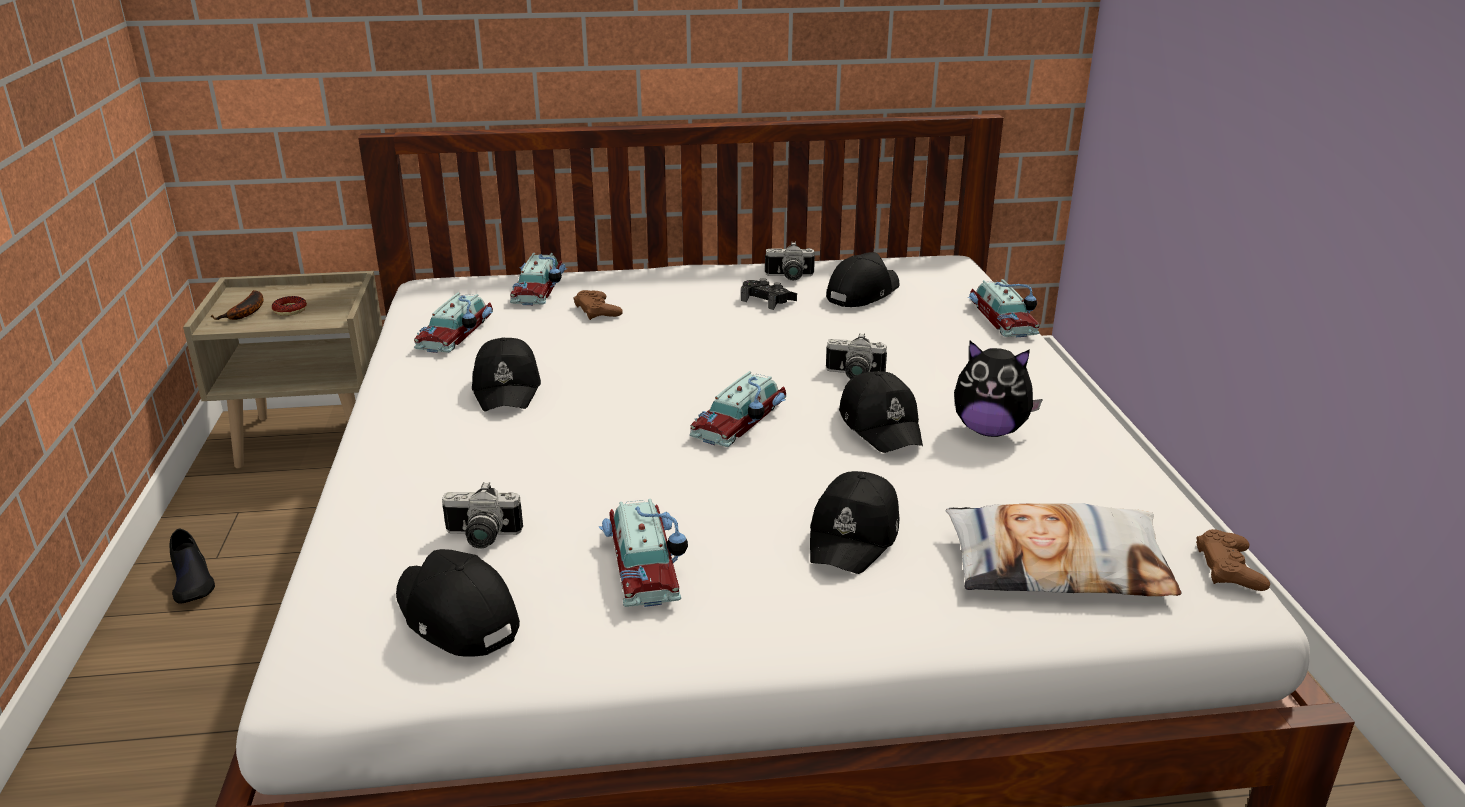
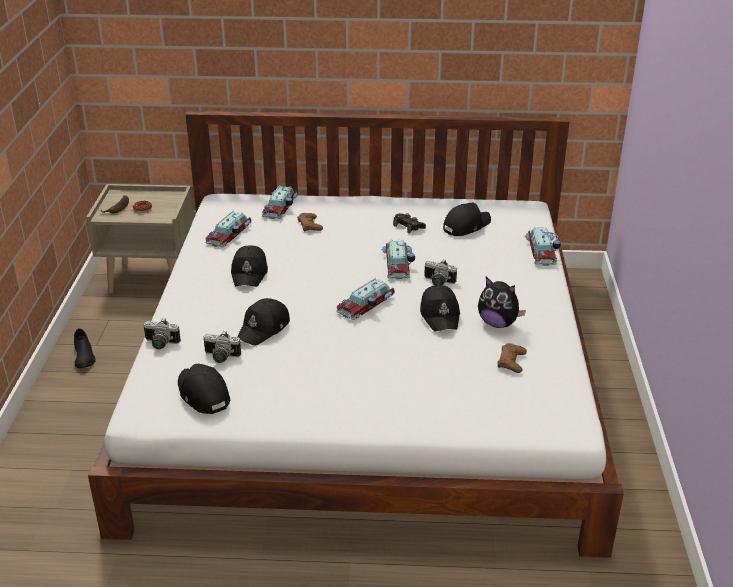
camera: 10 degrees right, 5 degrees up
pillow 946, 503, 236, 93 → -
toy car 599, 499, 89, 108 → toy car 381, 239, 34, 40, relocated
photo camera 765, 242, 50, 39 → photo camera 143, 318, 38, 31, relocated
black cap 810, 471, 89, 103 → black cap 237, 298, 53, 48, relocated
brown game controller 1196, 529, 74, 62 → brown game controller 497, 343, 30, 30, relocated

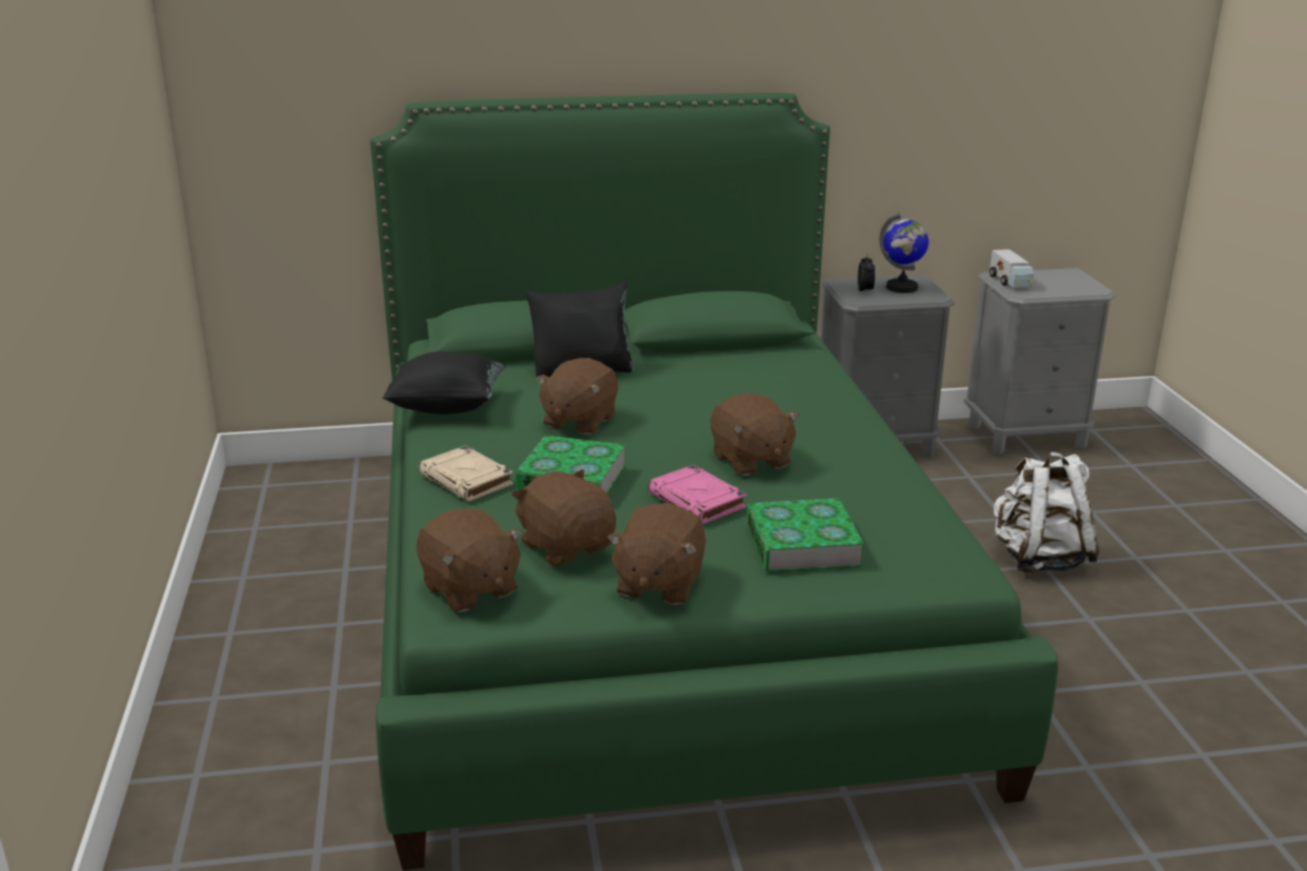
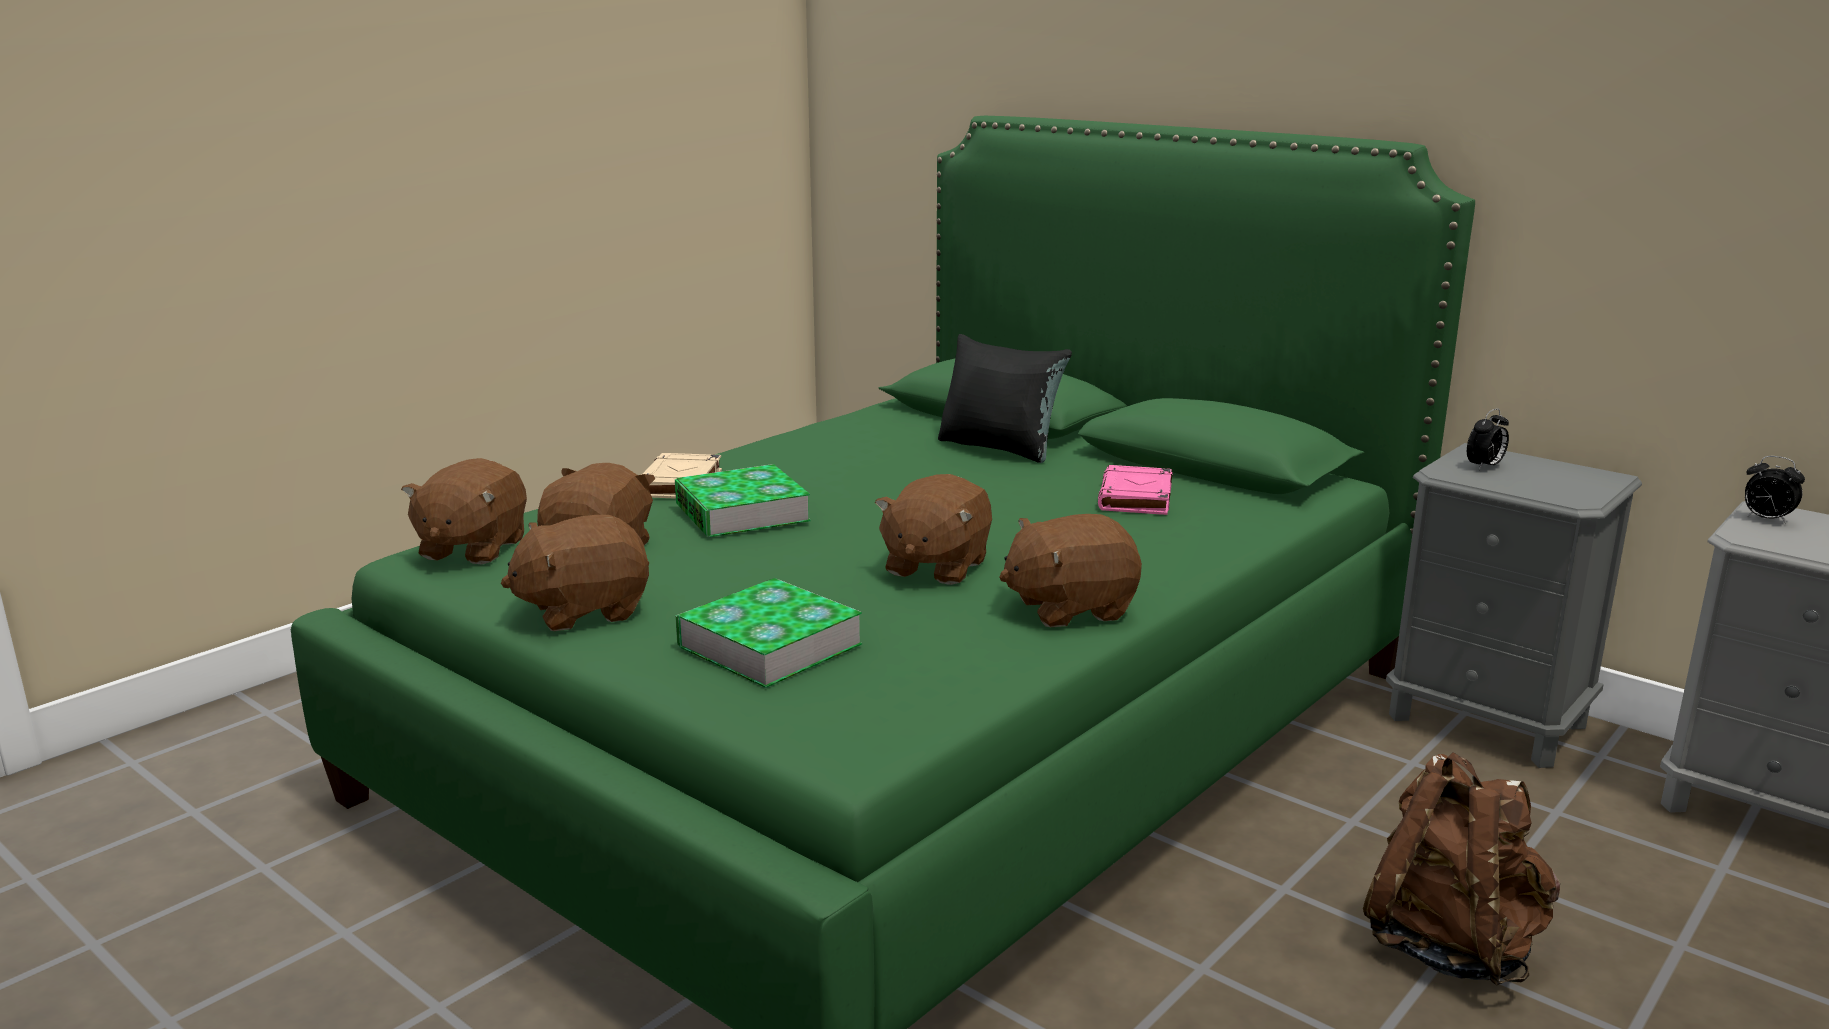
camera: 50 degrees right, 5 degrees down
black pillow 382, 351, 124, 63 → -
globe 879, 213, 50, 80 → -
brown plush toy 536, 358, 82, 77 → brown plush toy 999, 514, 143, 113, relocated
pink book 648, 465, 99, 59 → pink book 1098, 465, 74, 50, relocated
toy truck 990, 249, 43, 39 → alarm clock 1745, 456, 60, 68
white backpack 994, 452, 106, 120 → brown backpack 1363, 752, 197, 234

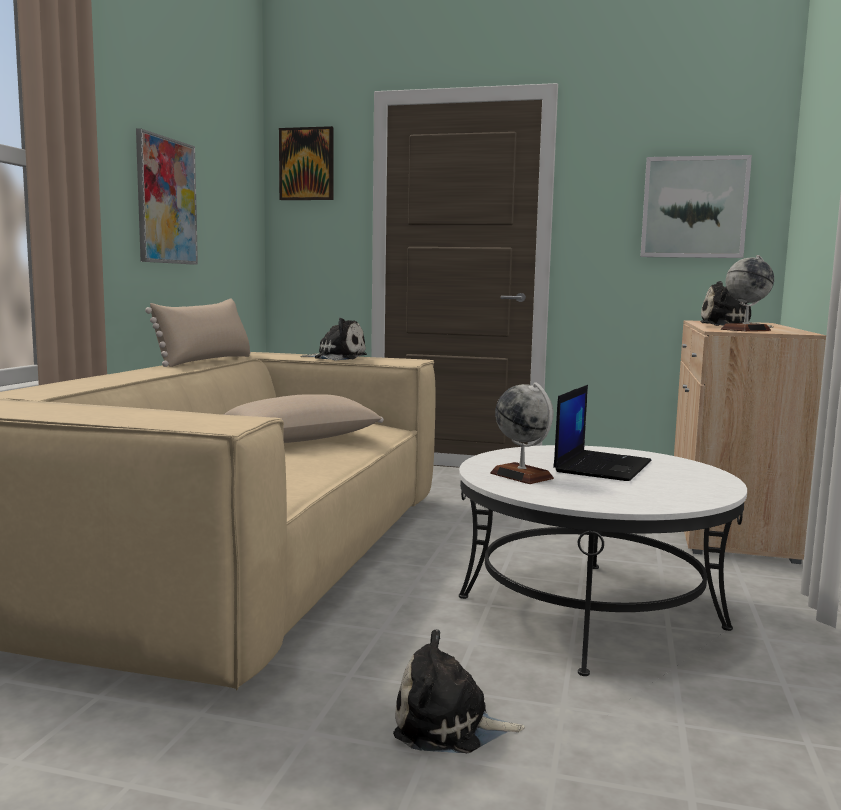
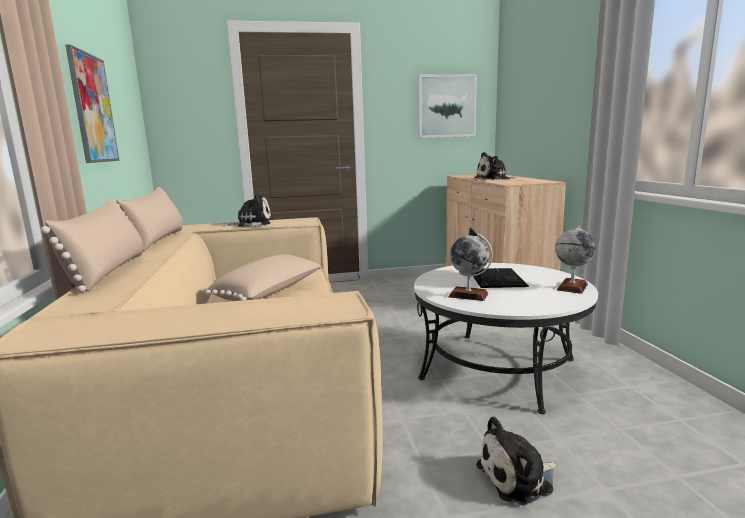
camera: 25 degrees left, 5 degrees up
picture 279, 126, 55, 74 → -
- → beige pillow 41, 199, 102, 94
globe 721, 255, 53, 76 → globe 555, 226, 41, 68, relocated

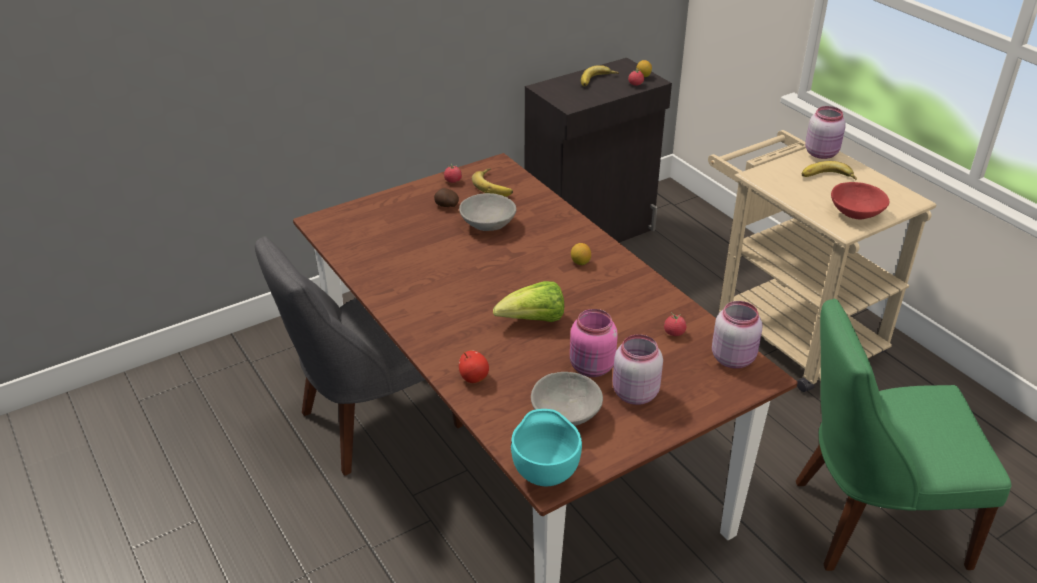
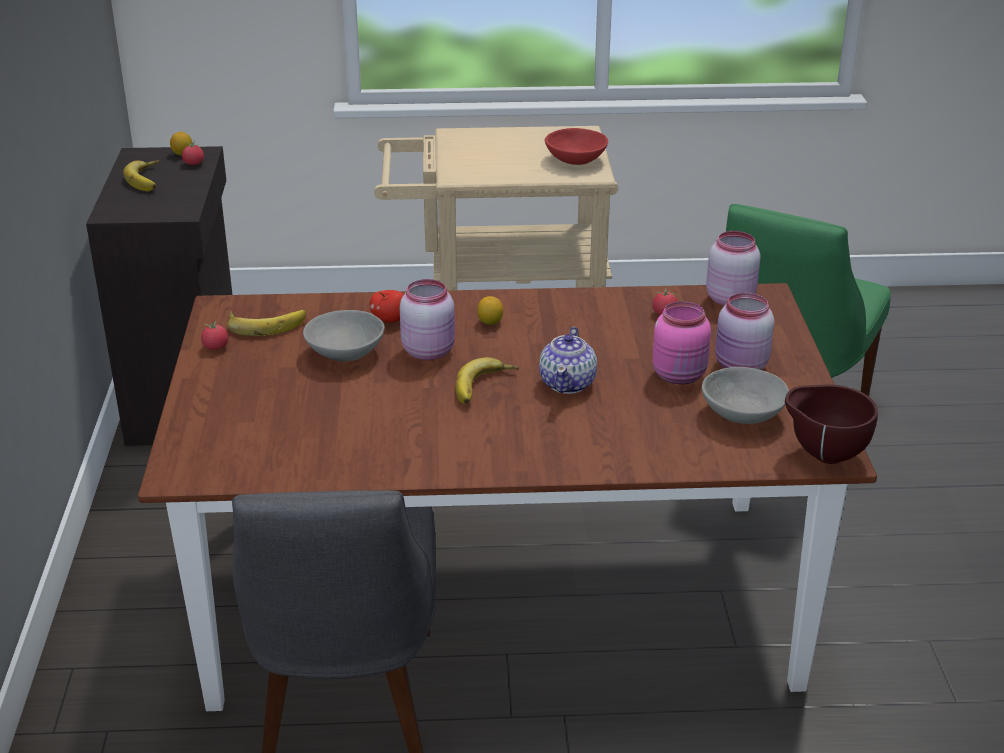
camera: 60 degrees left, 5 degrees down
potato 434, 188, 25, 19 → -
apple 459, 350, 30, 33 → apple 370, 290, 34, 33, relocated
banana 802, 161, 55, 19 → banana 455, 357, 64, 47, relocated
pink jar 805, 106, 41, 53 → pink jar 400, 279, 55, 81, relocated
lettuce 493, 281, 71, 41 → teapot 539, 327, 58, 67
turquoise bowl 511, 409, 71, 77 → brown bowl 785, 385, 93, 79

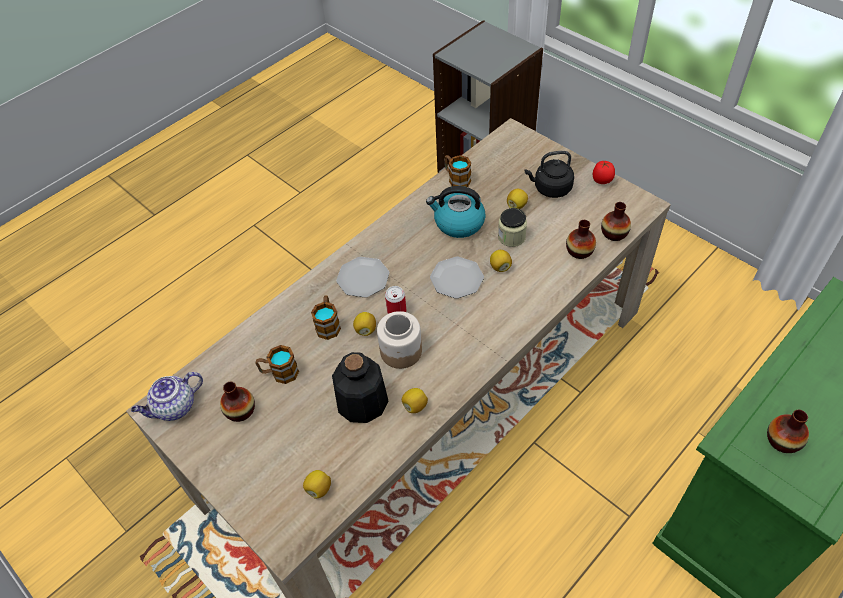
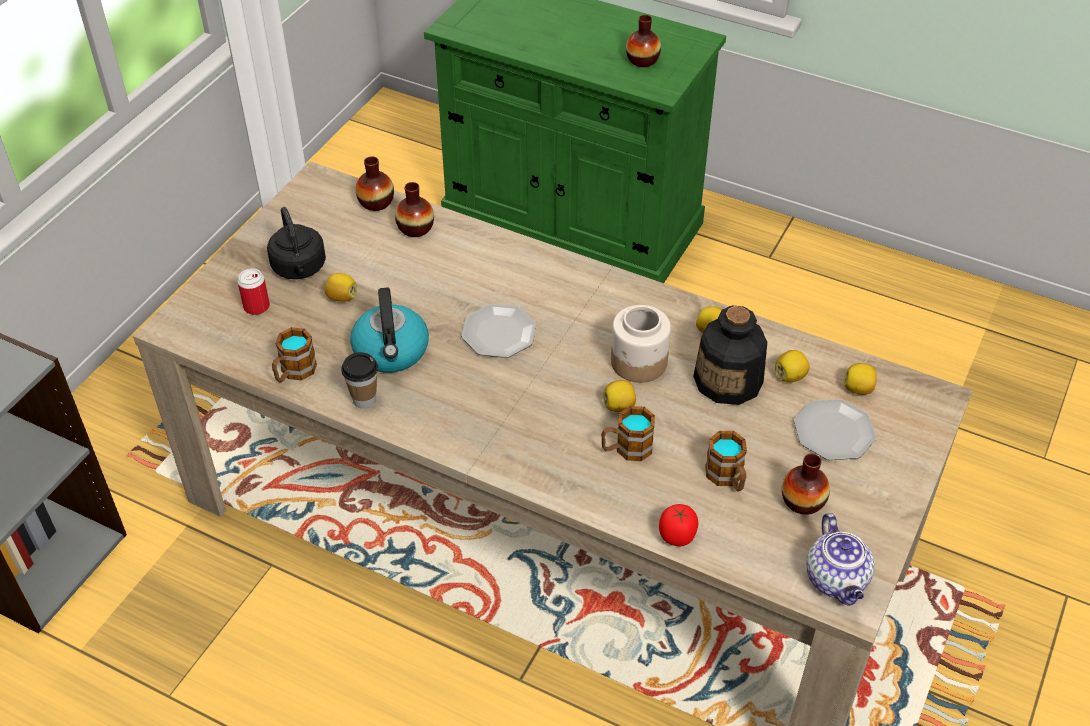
camera: 110 degrees left, 5 degrees down
jar 498, 208, 29, 39 → -
- → cup 341, 352, 37, 57
plate 336, 257, 53, 41 → plate 794, 399, 82, 61, relocated
can 385, 286, 22, 28 → can 237, 268, 33, 47, relocated
lemon 490, 250, 22, 22 → lemon 775, 350, 35, 32, relocated
tomato 593, 161, 22, 23 → tomato 659, 504, 39, 42, relocated
teapot 131, 372, 72, 49 → teapot 806, 513, 69, 93, 45 degrees clockwise

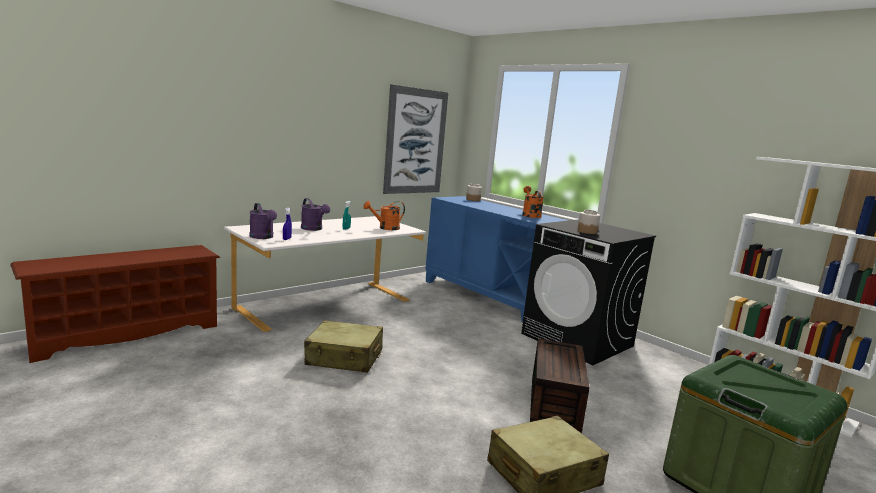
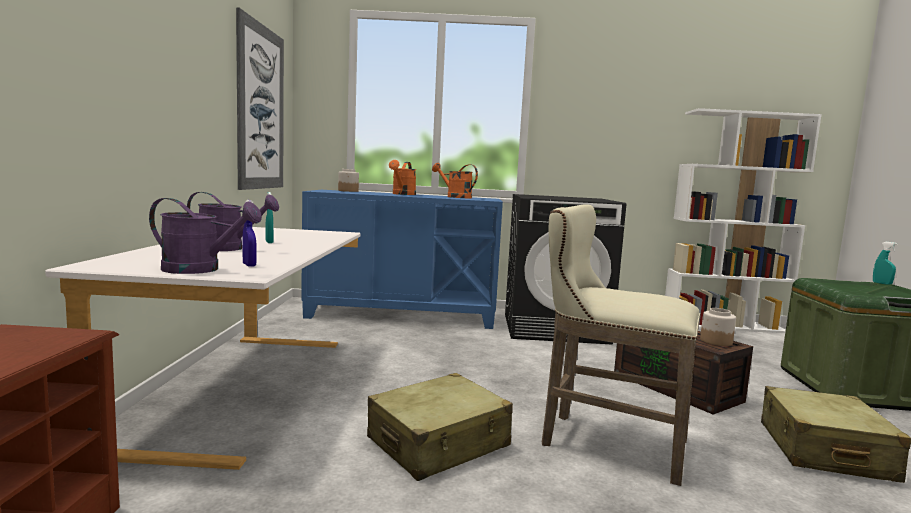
camera: 45 degrees left, 5 degrees down
- → beige stool 542, 204, 158, 282
- → turquoise spray bottle 873, 242, 25, 43
orange watering can 363, 201, 42, 29 → orange watering can 389, 160, 27, 35, relocated
jar 578, 210, 22, 24 → jar 700, 308, 36, 38, relocated

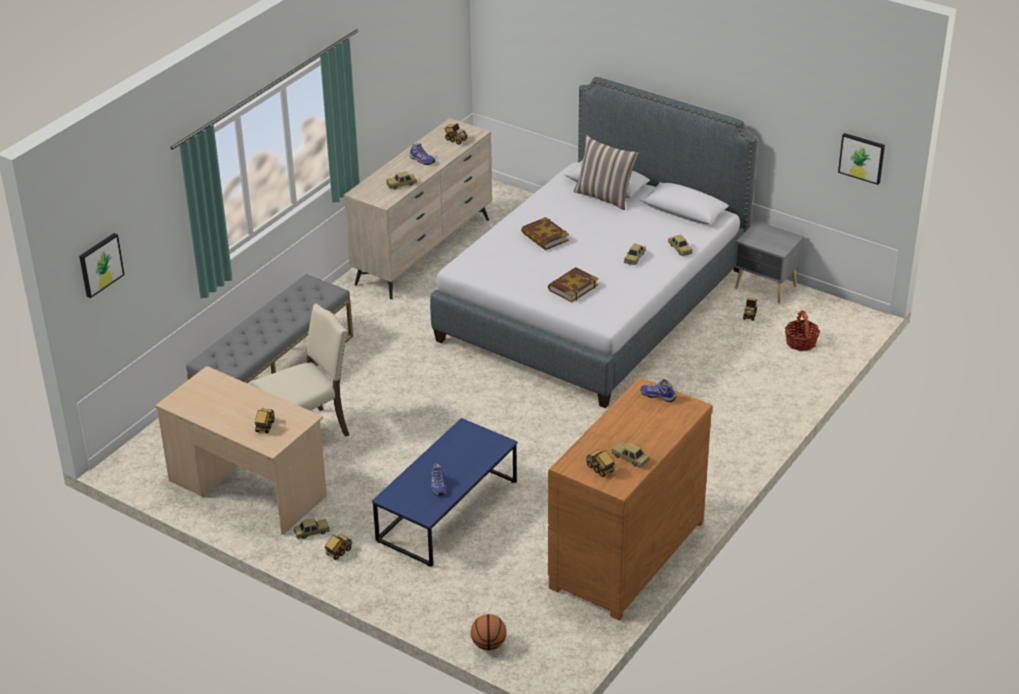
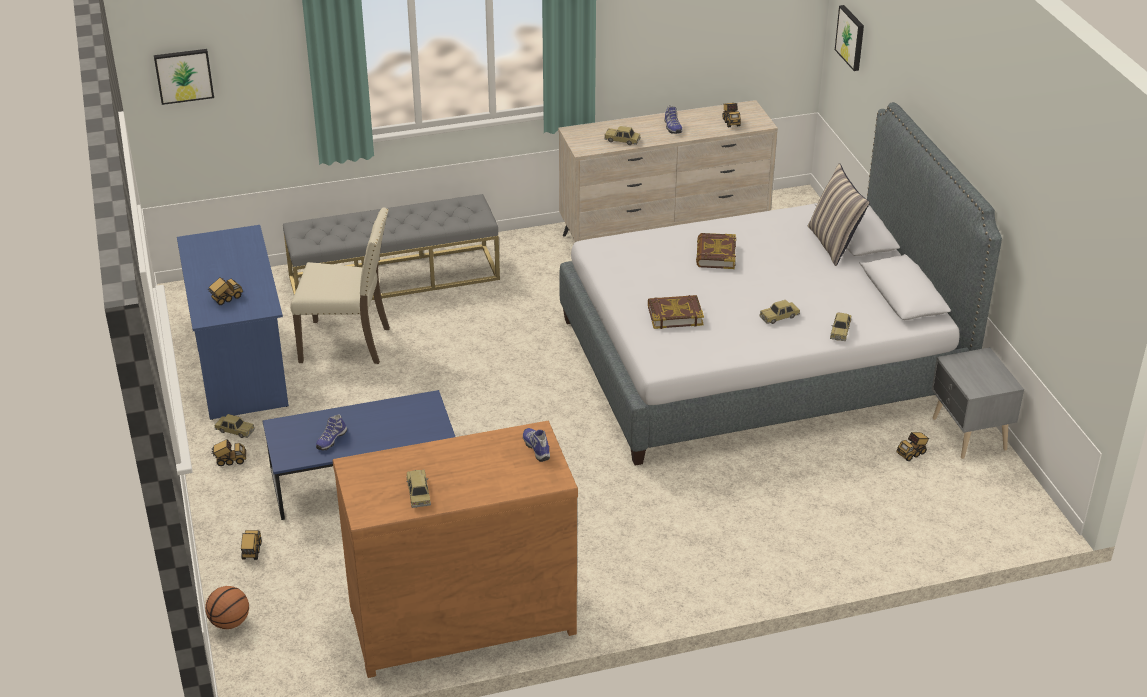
camera: 40 degrees right, 0 degrees up
basket 785, 310, 35, 41 → -
toy truck 586, 450, 29, 27 → toy truck 241, 530, 21, 30, relocated
picture 838, 133, 47, 52 → picture 835, 5, 29, 66, relocated
beige desk 155, 366, 172, 169 → blue desk 177, 225, 112, 195

